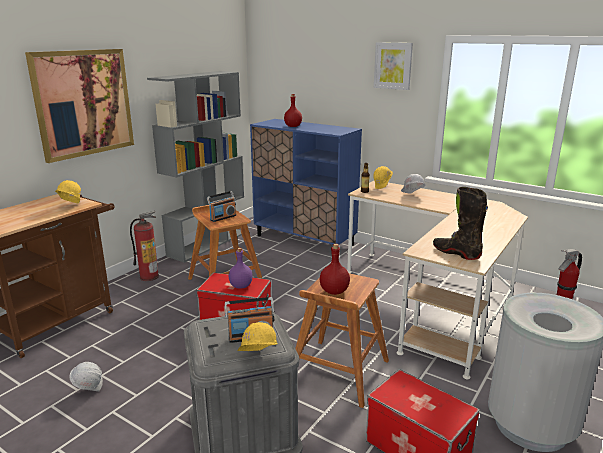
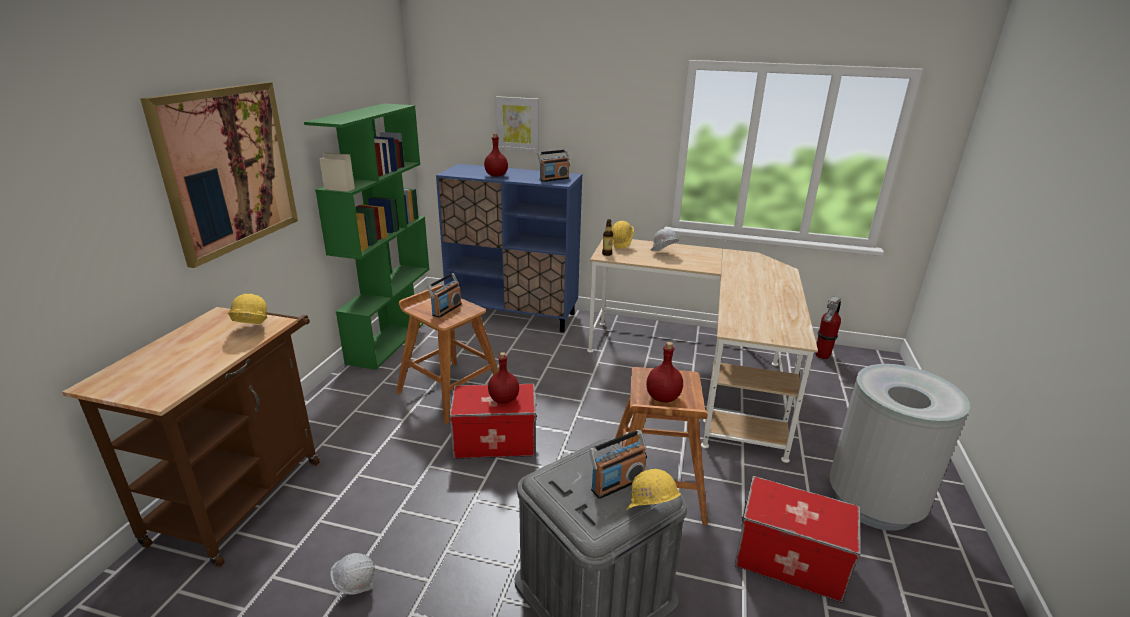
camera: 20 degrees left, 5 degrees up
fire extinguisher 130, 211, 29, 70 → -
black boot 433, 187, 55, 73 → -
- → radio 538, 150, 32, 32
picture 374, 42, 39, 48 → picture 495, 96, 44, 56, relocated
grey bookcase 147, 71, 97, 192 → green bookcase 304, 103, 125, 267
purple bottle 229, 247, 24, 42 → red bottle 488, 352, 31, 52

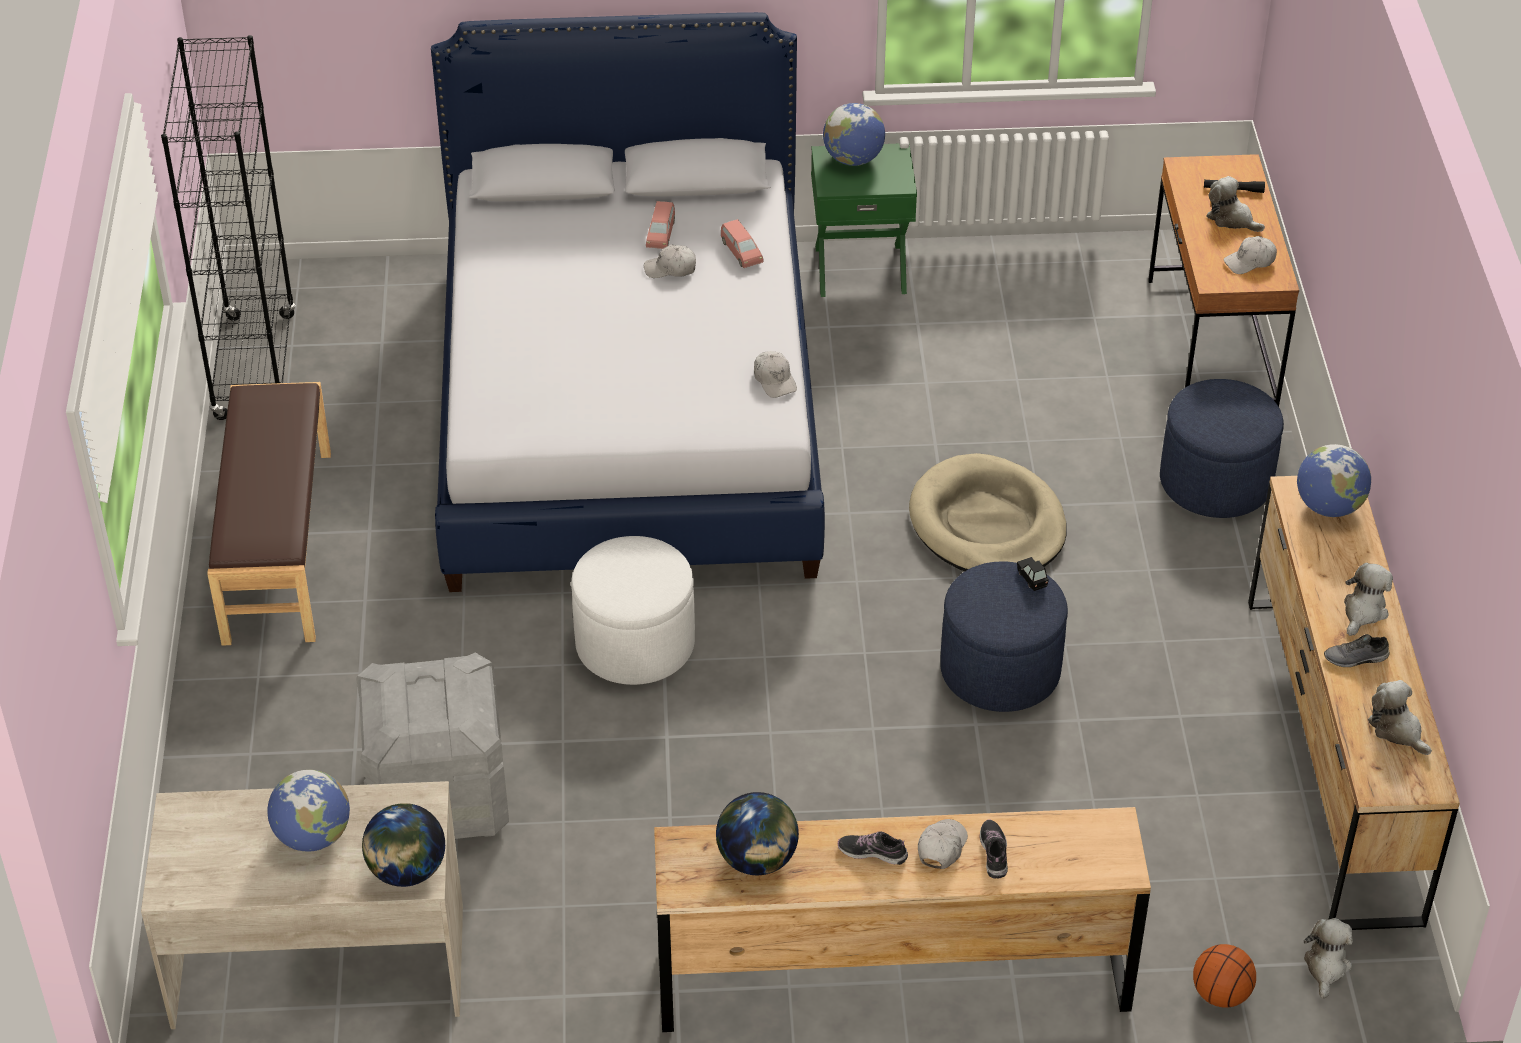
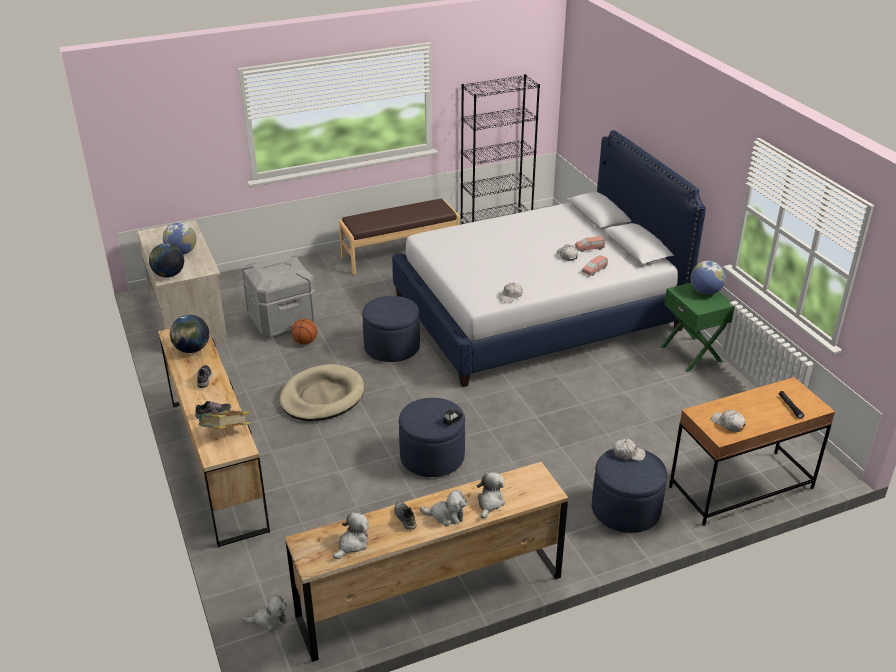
camera: 70 degrees right, 10 degrees down
globe 1297, 444, 74, 73 → -
- → book 198, 410, 52, 19
beige dog bed 909, 453, 158, 118 → beige dog bed 279, 364, 85, 57, relocated
white cap 918, 819, 50, 50 → white cap 613, 439, 33, 22, relocated
basketball 1193, 944, 63, 64 → basketball 291, 319, 26, 25, relocated
plush toy 1207, 176, 58, 56 → plush toy 477, 472, 28, 47, relocated
white ottoman 571, 536, 124, 149 → blue ottoman 362, 296, 58, 66

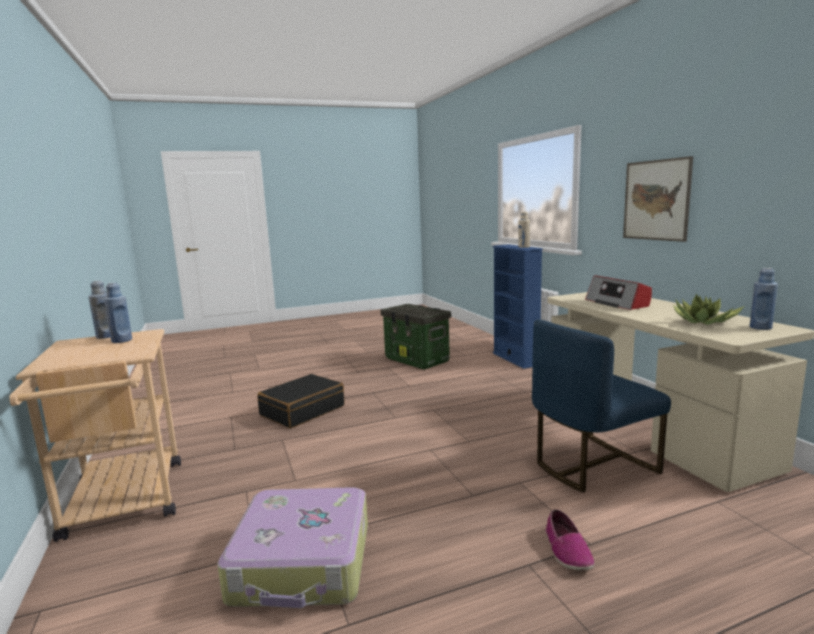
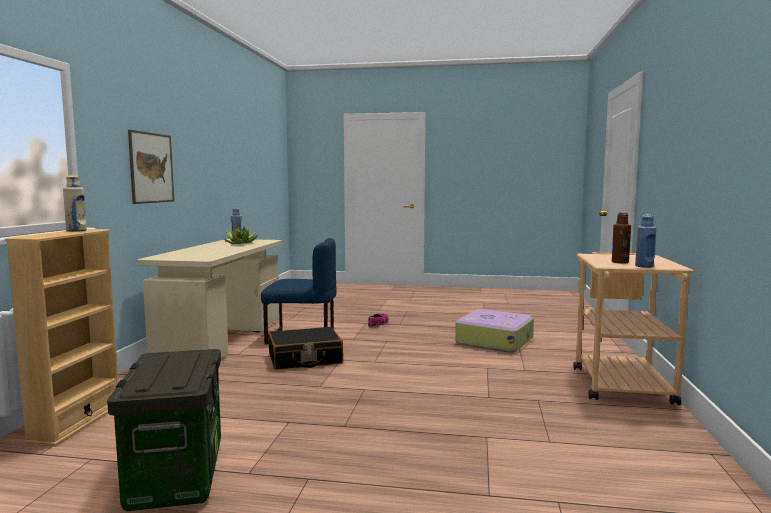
camera: 150 degrees left, 5 degrees down
radio 585, 275, 67, 35 → -
black suitcase 257, 374, 87, 54 → black suitcase 268, 327, 75, 43, relocated
blue bottle 104, 283, 28, 60 → brown bottle 612, 213, 19, 50
blue bookcase 493, 244, 50, 125 → beige bookcase 5, 229, 114, 218

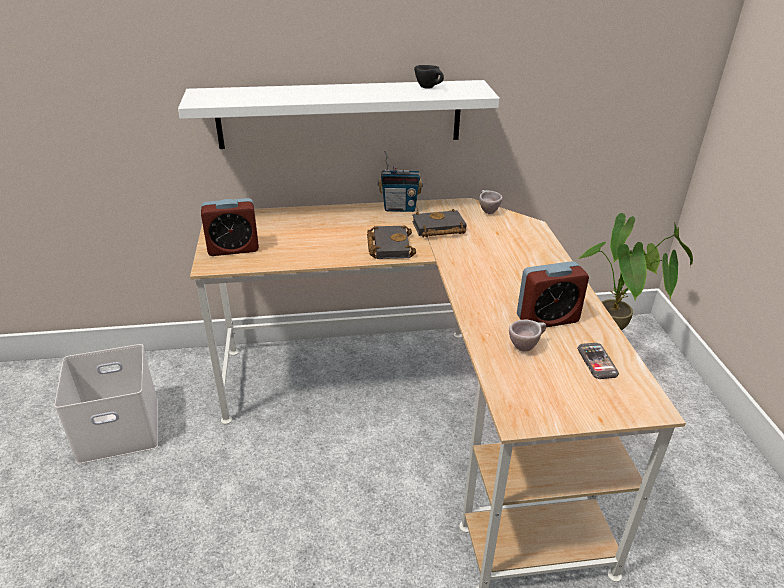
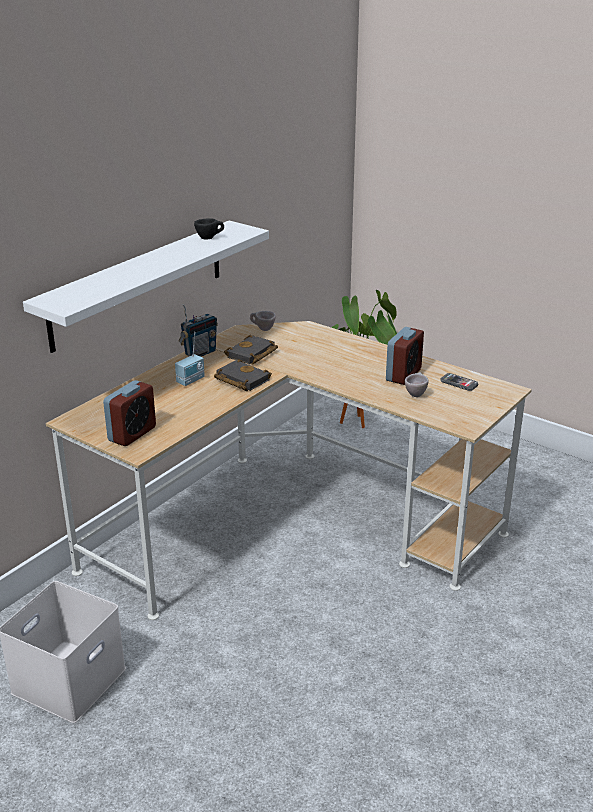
camera: 45 degrees left, 5 degrees down
- → radio 175, 332, 30, 54

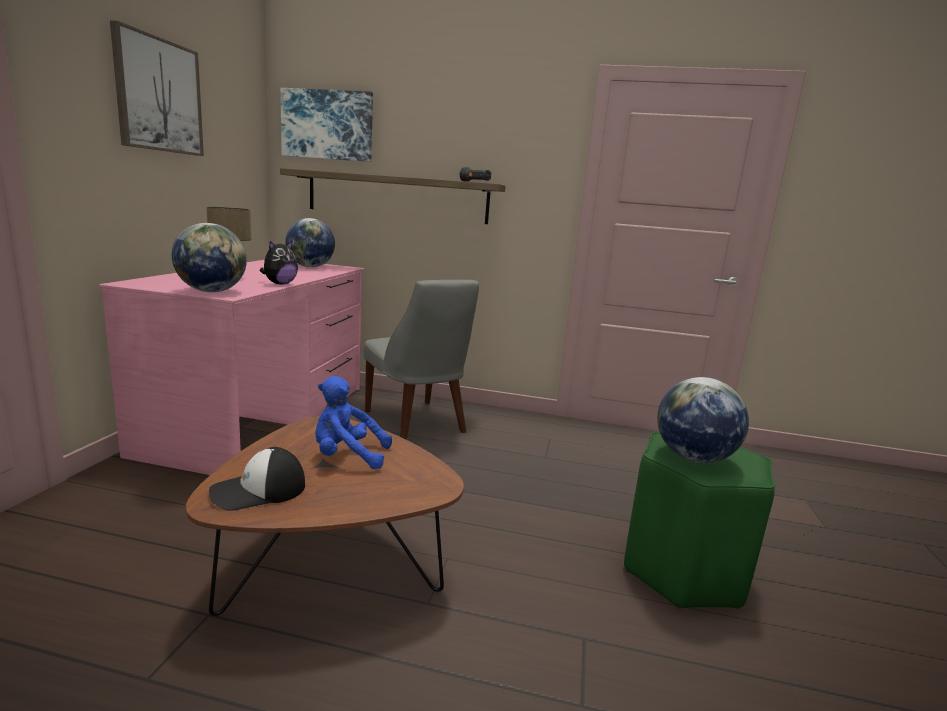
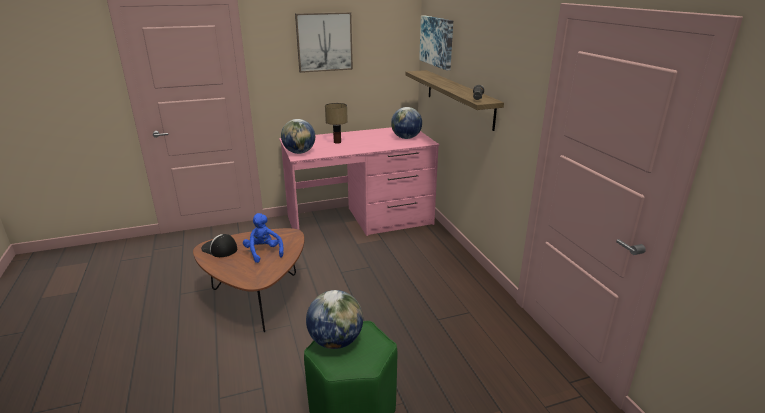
camera: 60 degrees right, 10 degrees up
plush toy 260, 241, 38, 44 → -
grey chair 364, 280, 115, 160 → -

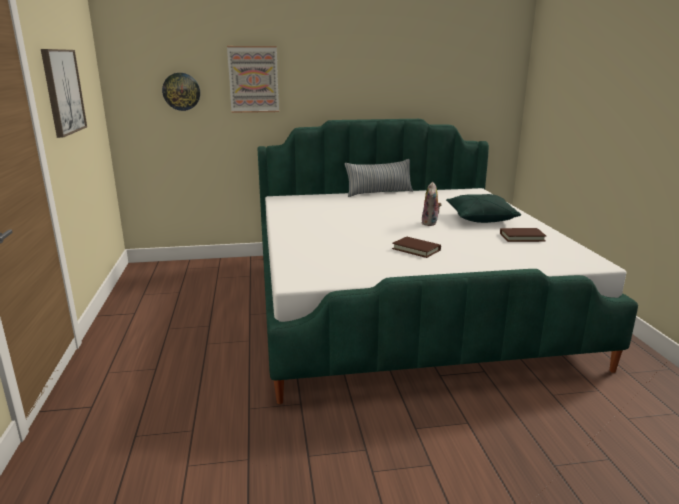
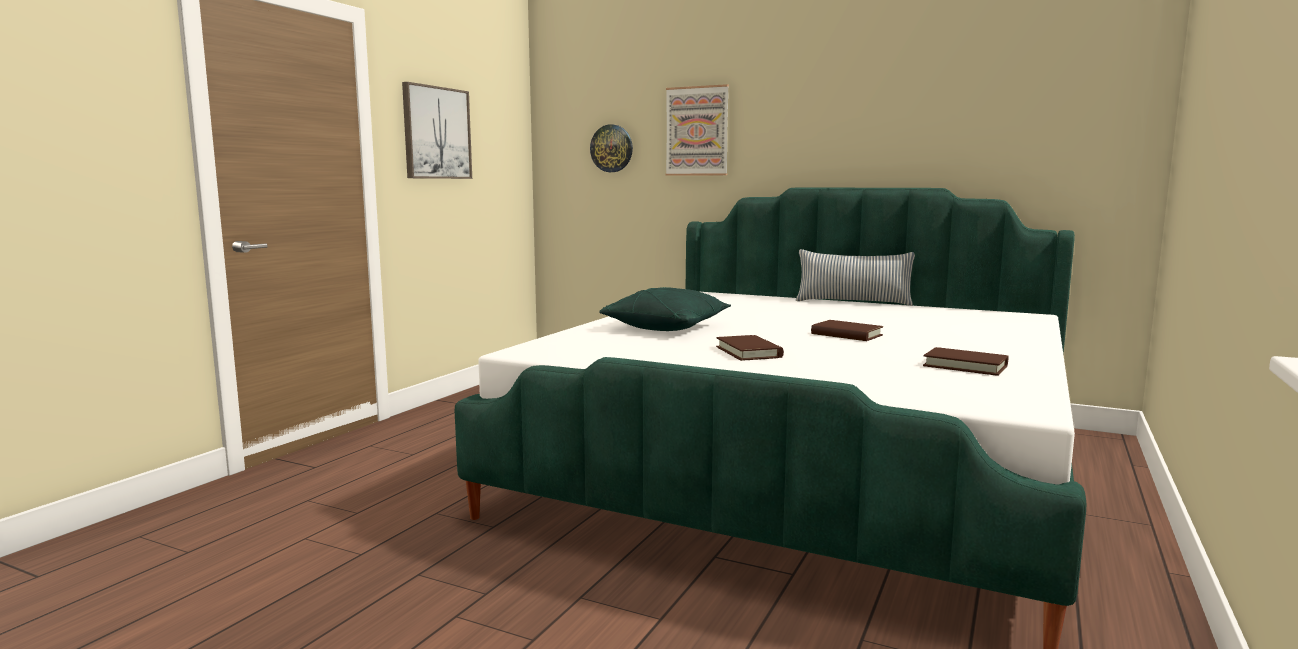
camera: 35 degrees right, 10 degrees down
green pillow 446, 194, 75, 29 → green pillow 599, 287, 132, 44, relocated
plush toy 421, 182, 21, 44 → brown book 811, 320, 72, 21

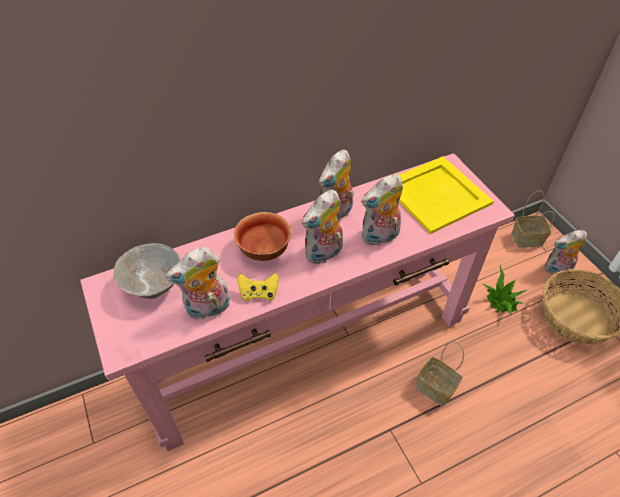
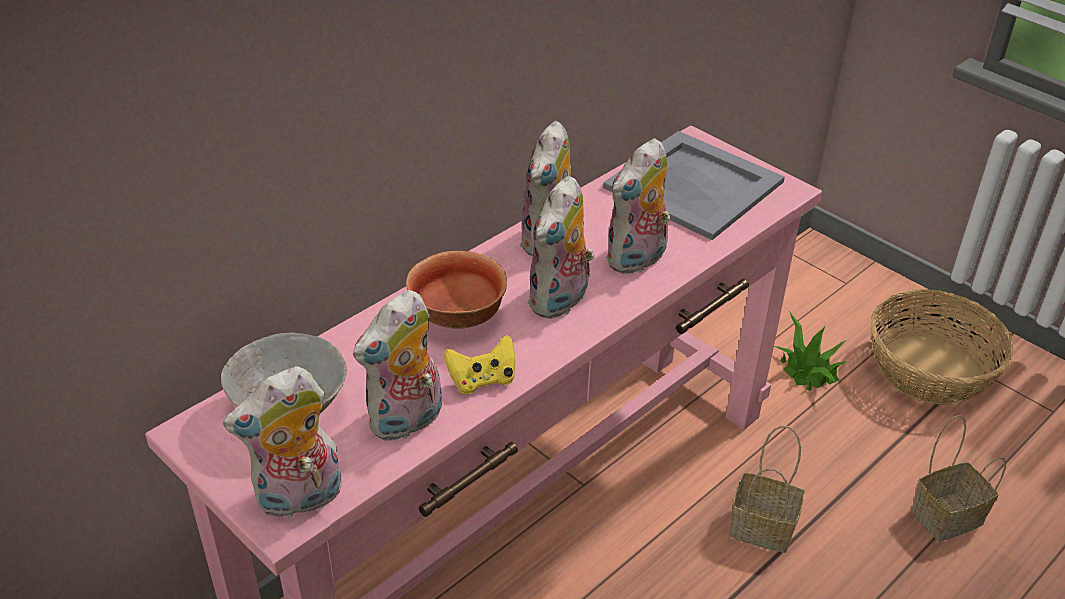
camera: 20 degrees left, 10 degrees down
basket 512, 190, 42, 58 → basket 912, 415, 94, 126, relocated
plush toy 545, 230, 42, 44 → plush toy 223, 366, 119, 154, relocated
yellow tray 399, 156, 95, 78 → grey tray 603, 131, 182, 109

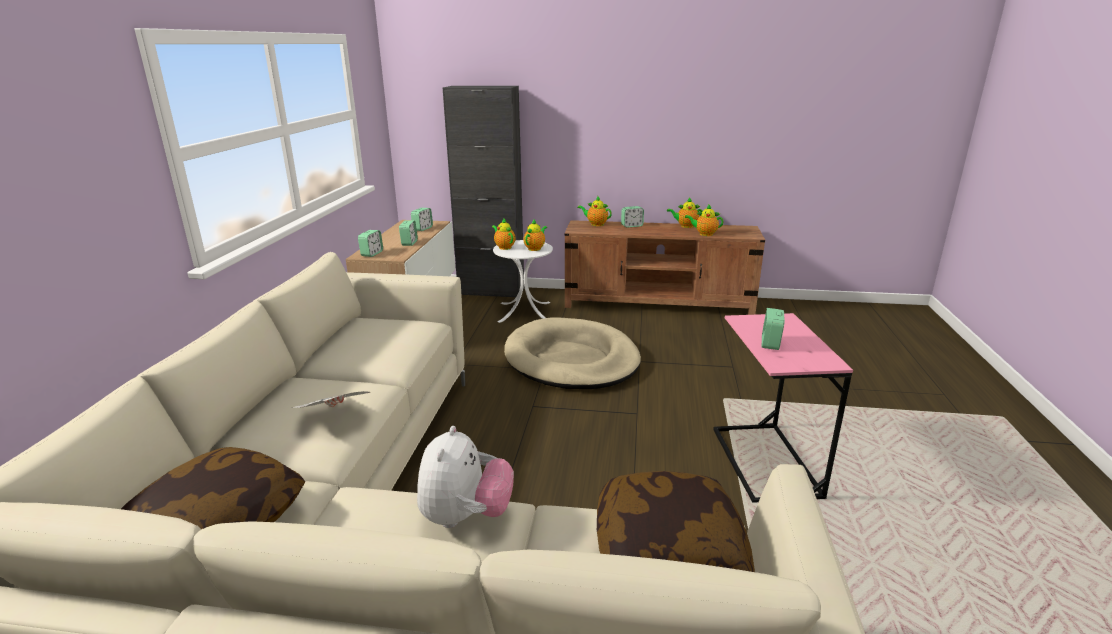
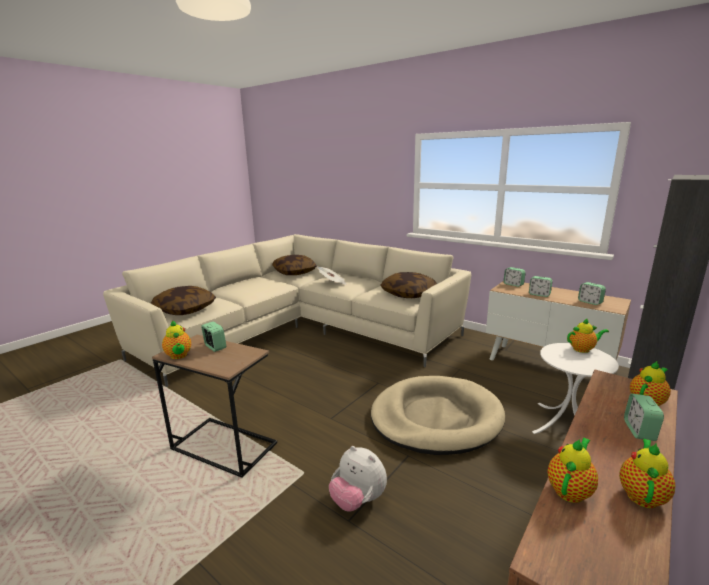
camera: 120 degrees right, 5 degrees down
- → pillow 380, 272, 57, 26
plush toy 417, 426, 97, 102 → plush toy 329, 446, 58, 66, relocated
teapot 523, 220, 24, 31 → teapot 162, 320, 29, 39, relocated
pink side table 713, 313, 140, 190 → brown side table 152, 335, 125, 143

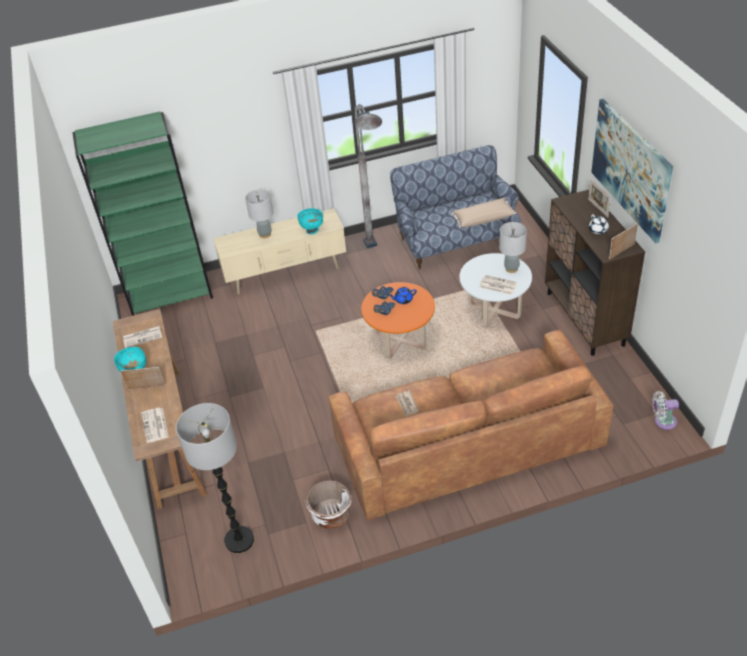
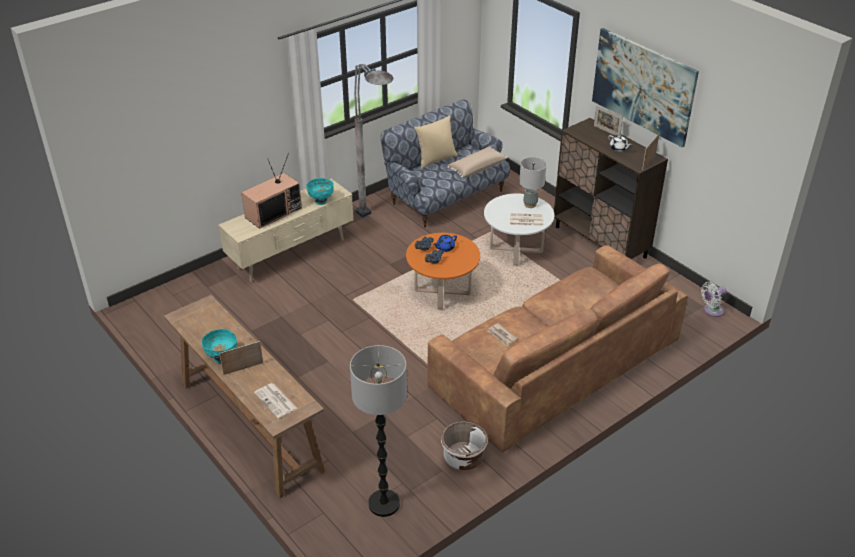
camera: 25 degrees left, 5 degrees down
green bookcase 73, 112, 140, 204 → -
newspaper 123, 326, 39, 22 → -
- → beige pillow 414, 116, 44, 53
grey table lamp 245, 189, 29, 49 → television 241, 153, 61, 76

